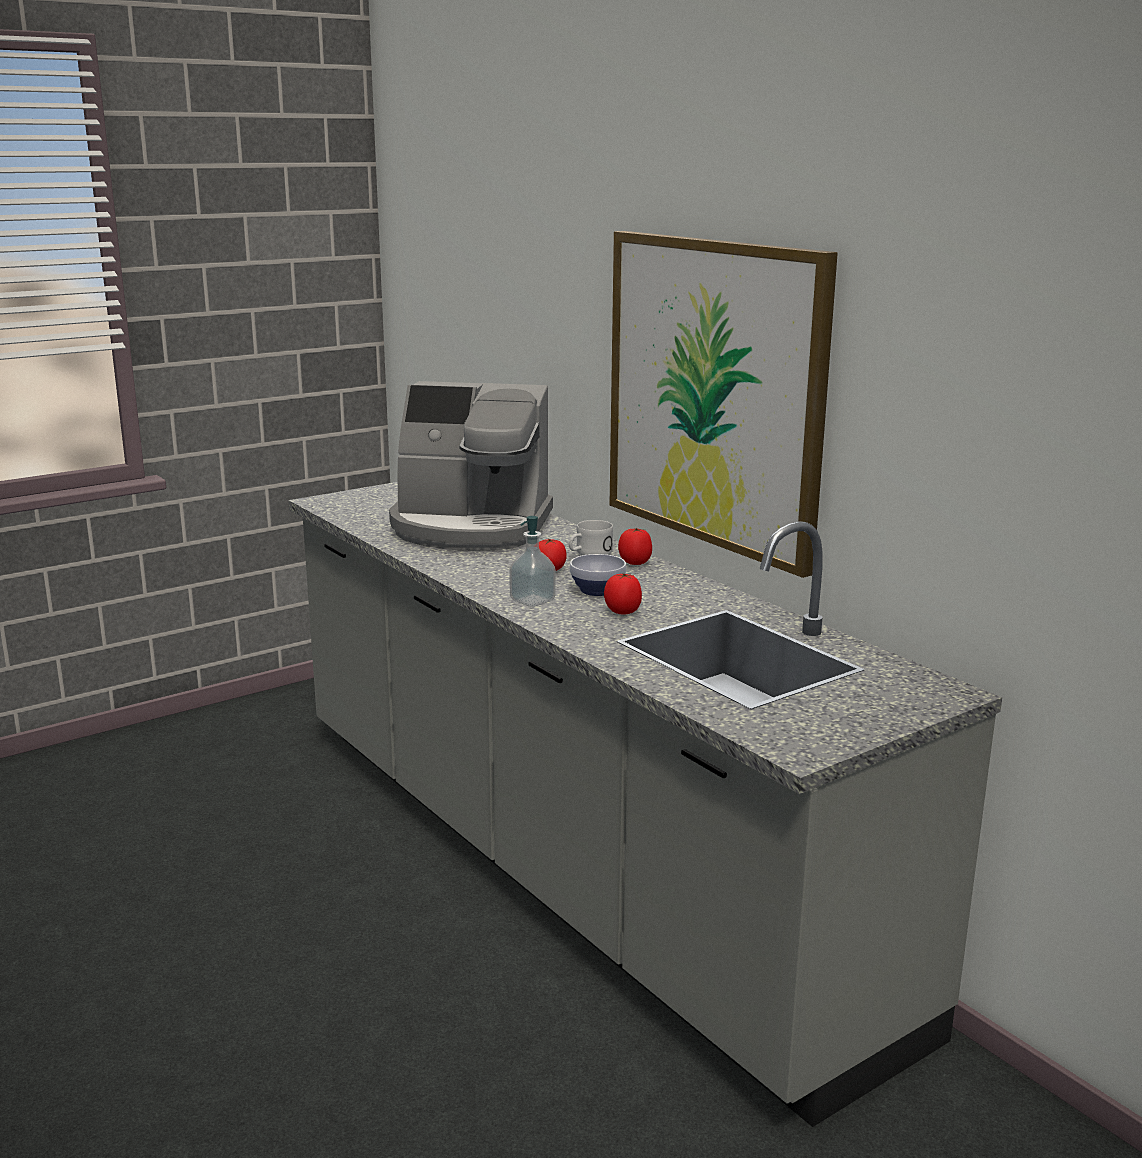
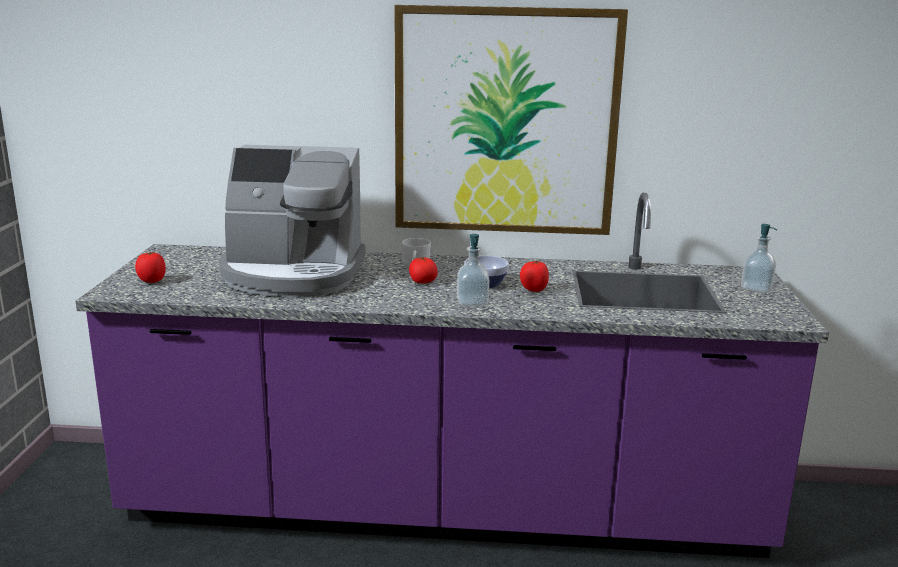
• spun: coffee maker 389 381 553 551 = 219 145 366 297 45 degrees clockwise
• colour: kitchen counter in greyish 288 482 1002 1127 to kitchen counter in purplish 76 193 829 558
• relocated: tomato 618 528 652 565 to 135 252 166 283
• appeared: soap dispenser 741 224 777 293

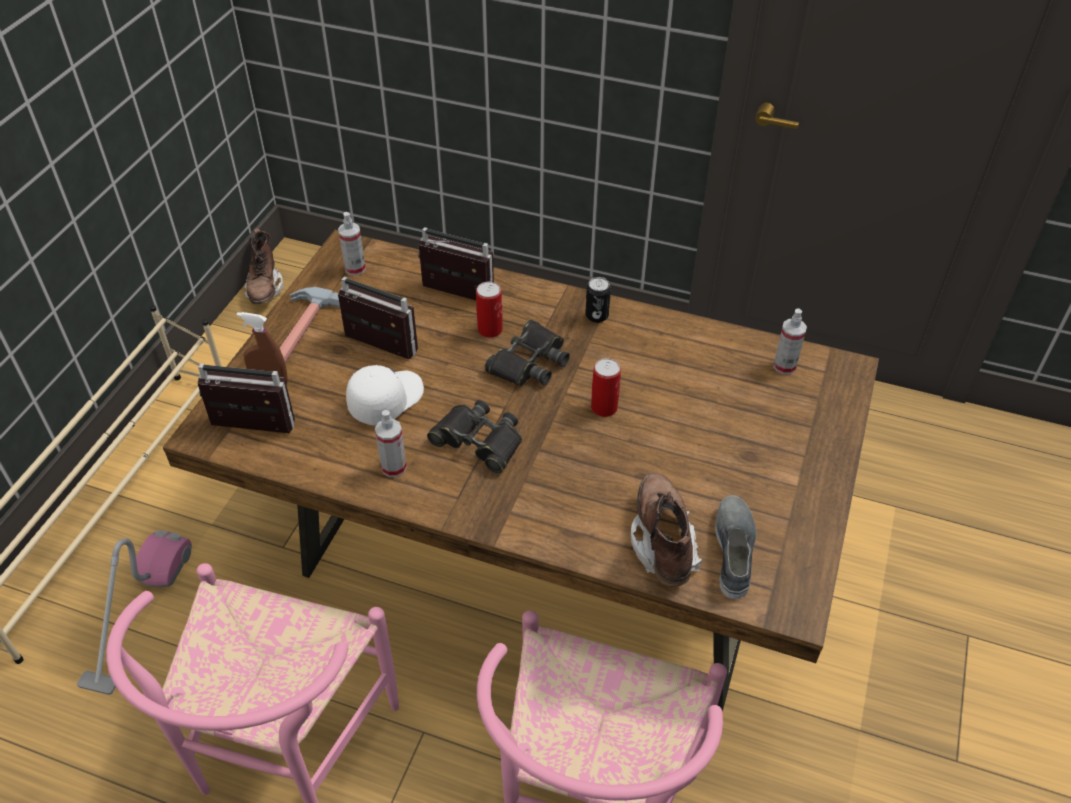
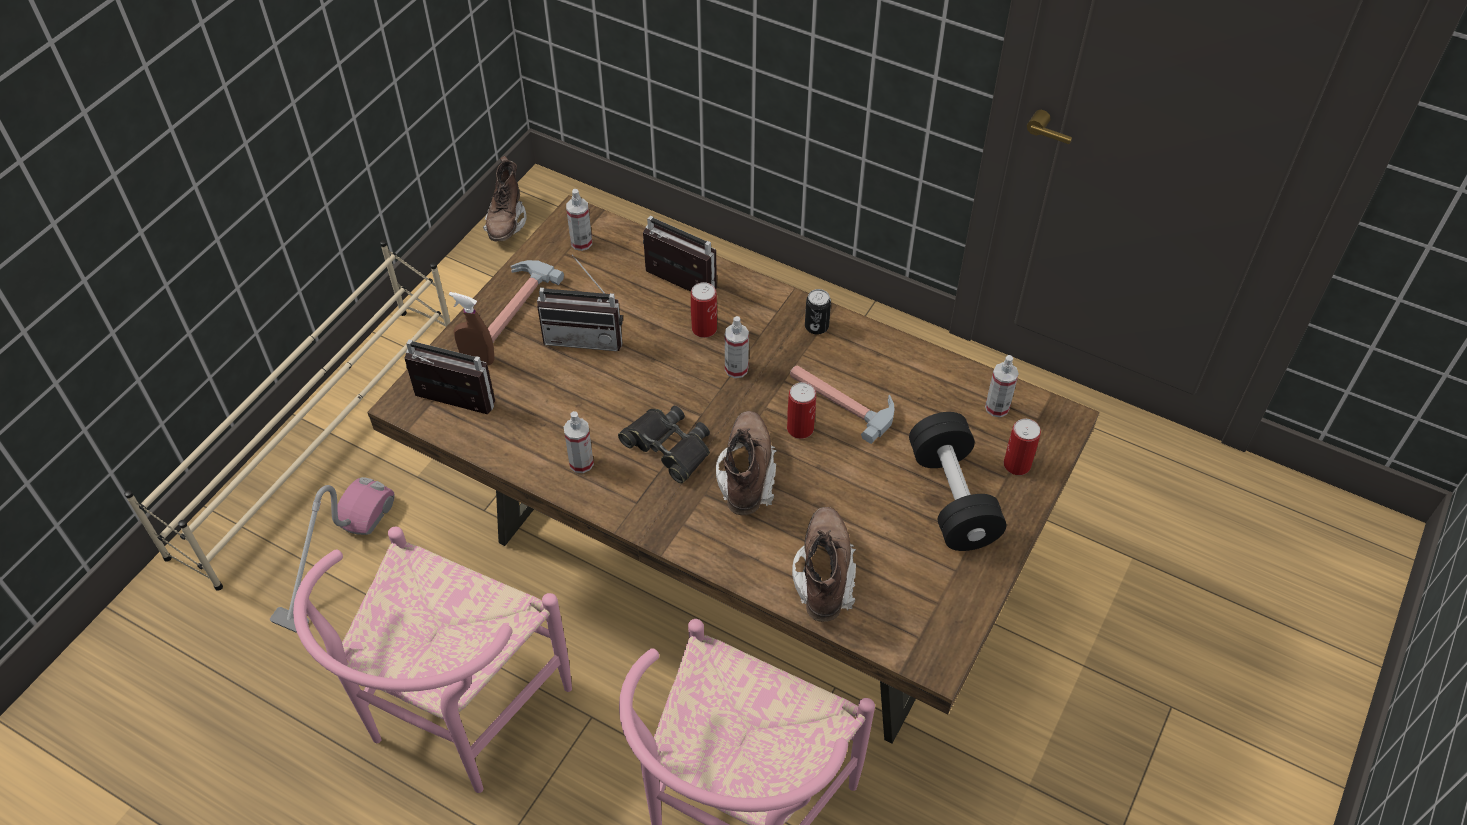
• spun: radio receiver 338 277 418 359 = 537 254 623 351 150 degrees clockwise
• exchanged: pair of binoculars in black 485 319 570 386 to sprayer 725 316 749 378
• missing: baseball cap in white 346 365 424 425
• missing: low shoe in greyish 715 495 757 599
• appeared: hammer 790 365 894 444
• appeared: tall boot in brownish 716 411 777 515
• appeared: free weight in black 909 412 1007 551
• appeared: can 1004 419 1041 475

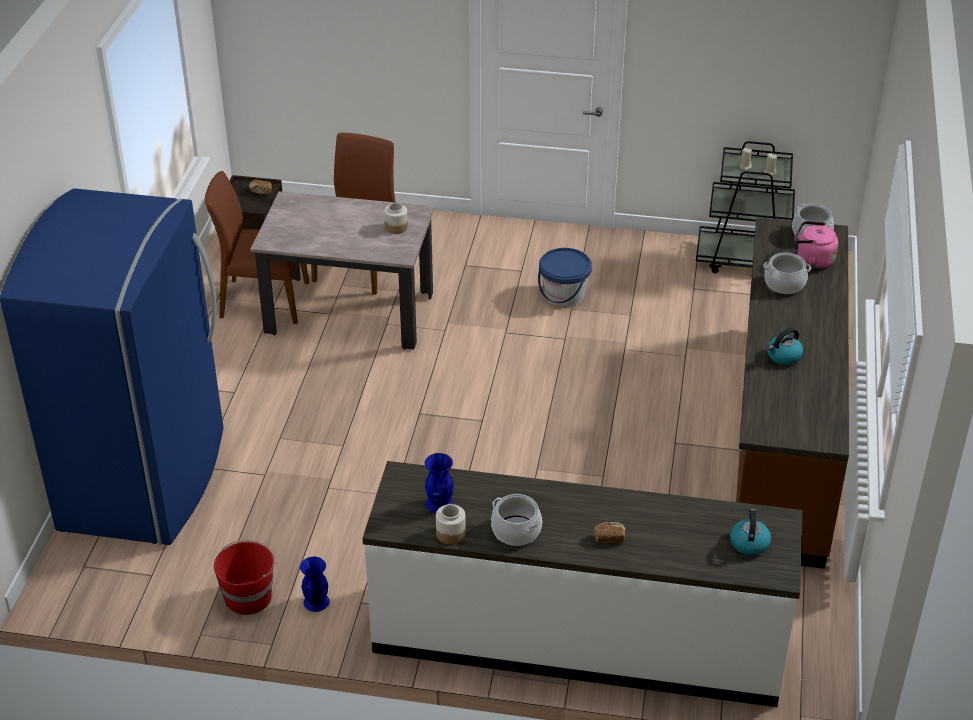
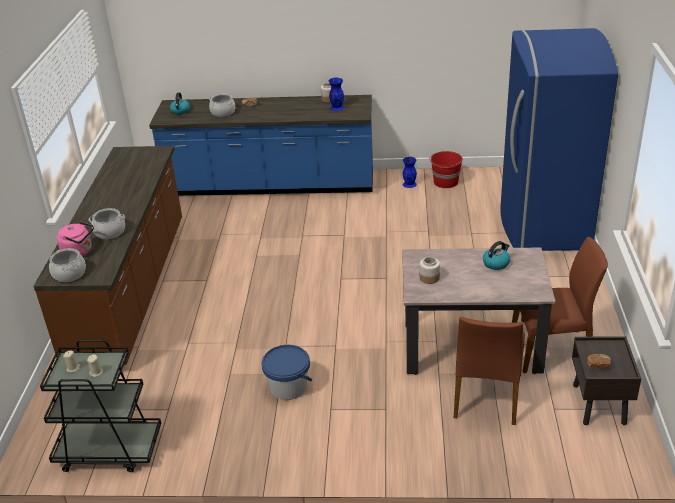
• relocated: water kettle 767 328 803 365 to 483 241 510 270
• colour: kitchen counter in white 362 461 802 707 to kitchen counter in blue-coloured 149 95 373 196
• relocated: stockpot 491 494 542 546 to 209 94 235 117

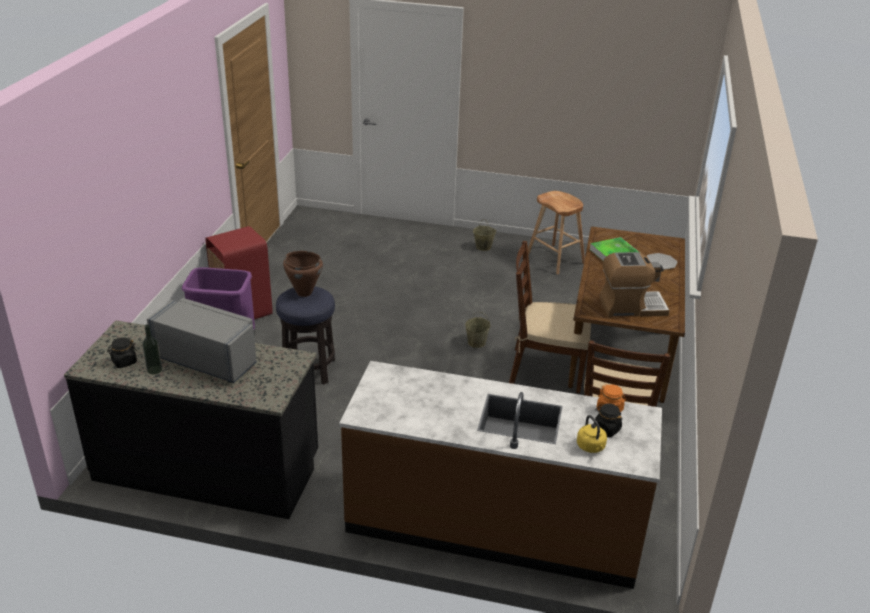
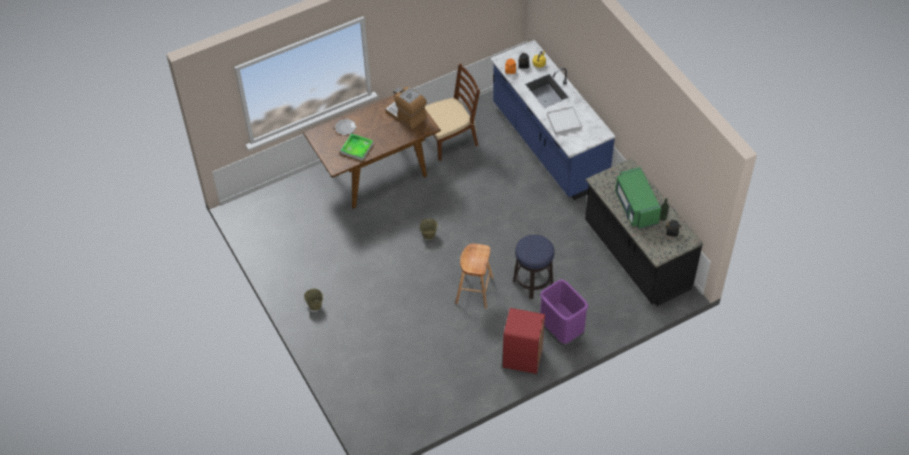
• relocated: stool in brownish 528 191 585 275 to 455 244 494 308
• missing: upright chair in brownish 509 241 591 393
• missing: stockpot in brownish 283 251 323 297
• colour: microwave oven in greyish 147 298 257 383 to microwave oven in greenish 615 167 661 229
• colour: kitchen counter in brownish 339 361 662 589 to kitchen counter in blue-coloured 490 40 615 200
• appeared: carrying tray in white 547 106 582 135

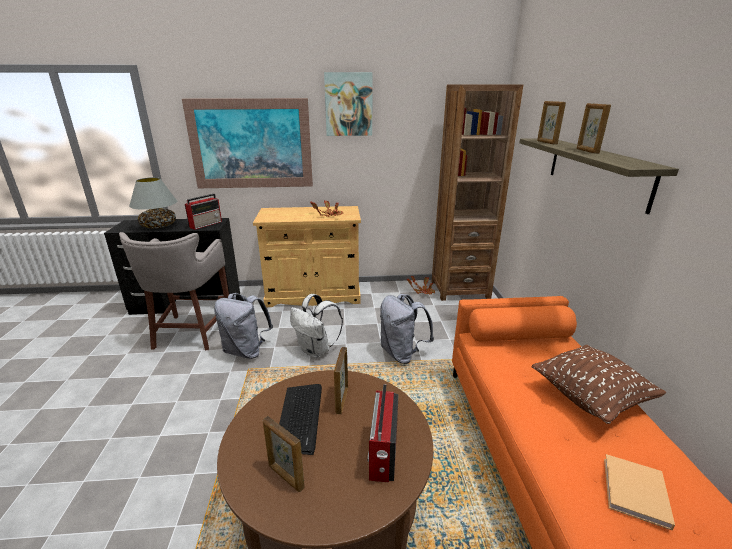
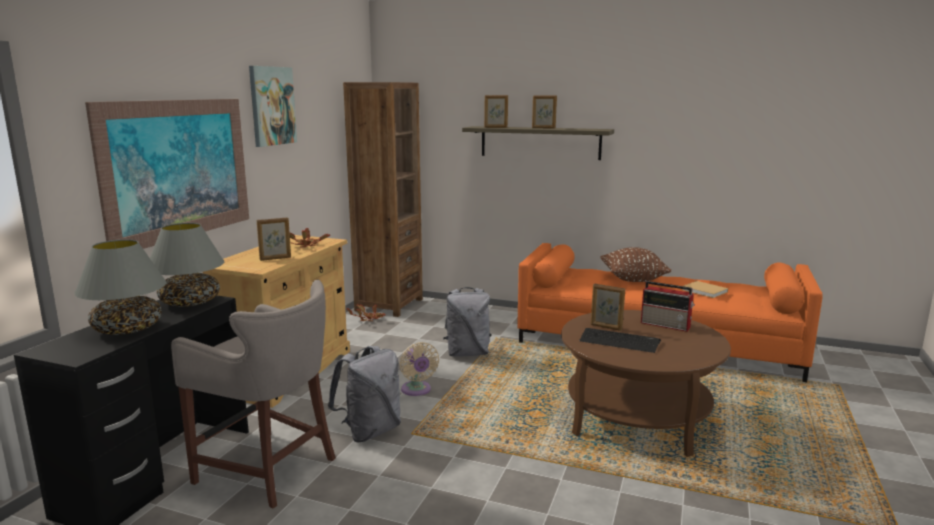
• exchanged: radio receiver 185 194 222 230 to table lamp in greyish 150 223 224 307
• exchanged: knapsack in white 290 294 343 358 to cooling fan in beige-coloured 400 342 439 396
• relocated: standing frame 263 416 305 492 to 257 217 291 261

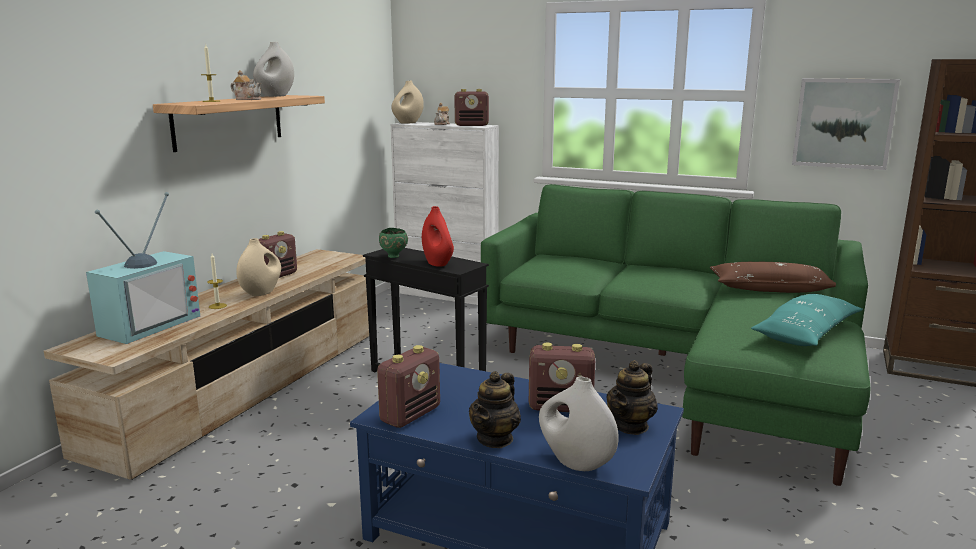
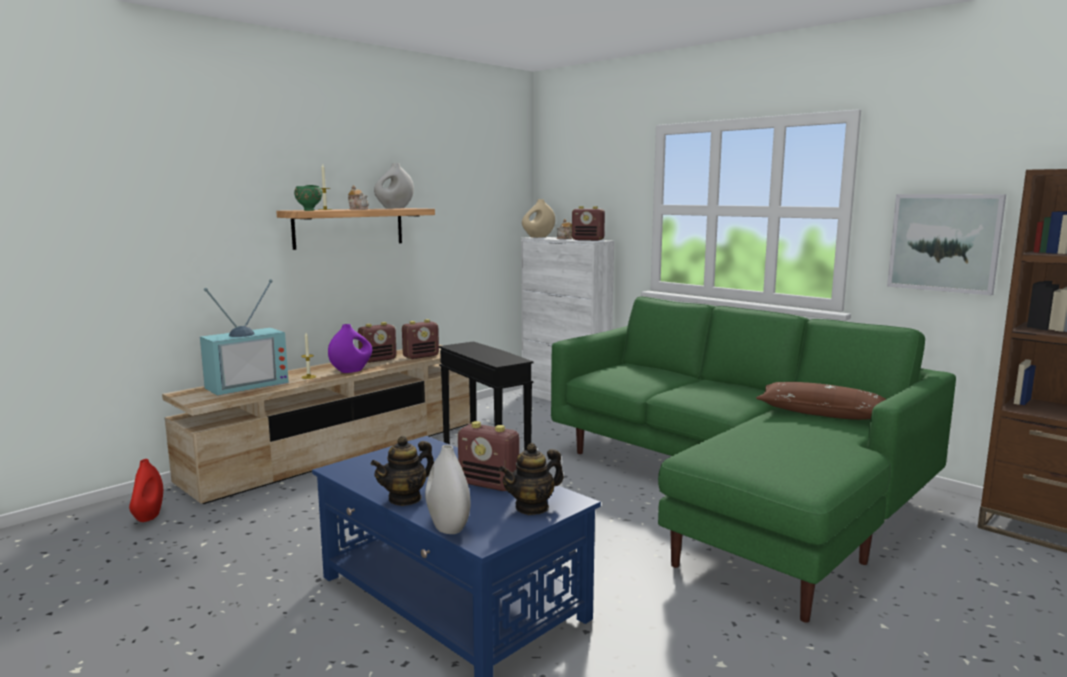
• relocated: decorative vase in red-coloured 422 206 454 267 to 129 459 163 522
• relocated: serving bowl in greenish 379 228 408 258 to 294 185 322 211
• colour: decorative vase in beige-coloured 236 238 281 296 to decorative vase in purplish 328 324 372 373
• missing: throw pillow in turquoise 751 294 863 346
• relocated: radio receiver 377 345 440 428 to 402 319 439 359

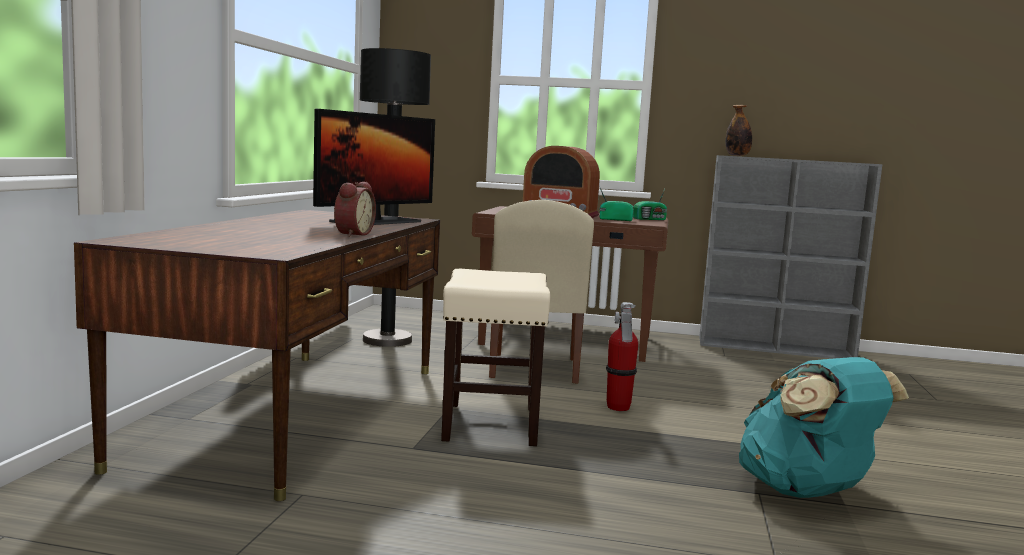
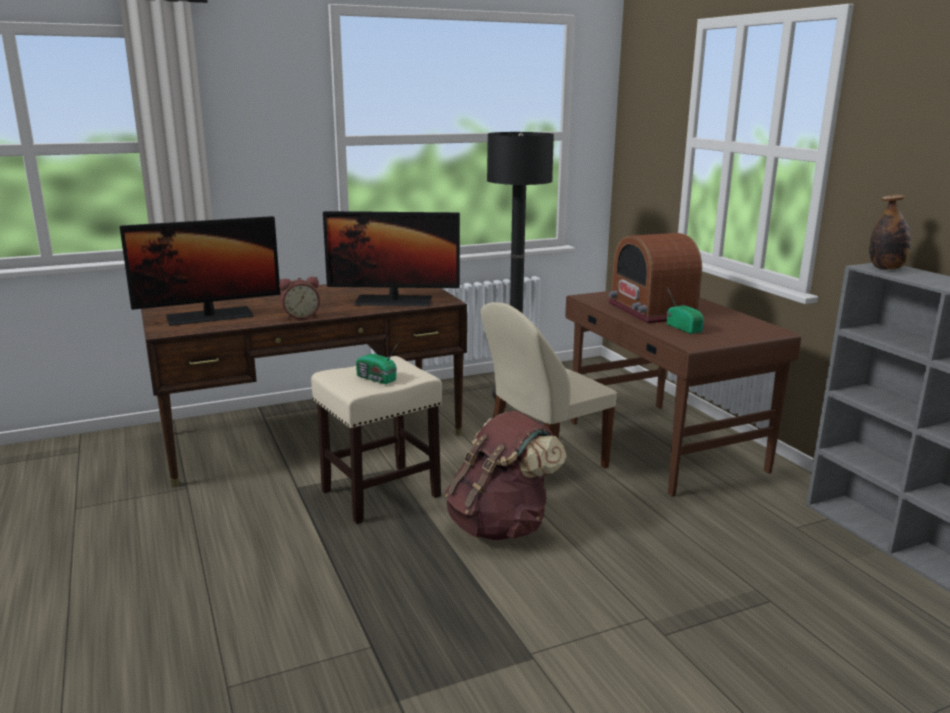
• relocated: radio receiver 633 189 667 220 to 356 343 398 384
• exchanged: extinguisher 606 302 638 411 to knapsack in brownish 444 411 567 540
• missing: knapsack in turquoise 739 357 909 498
• appeared: computer screen 120 216 280 326

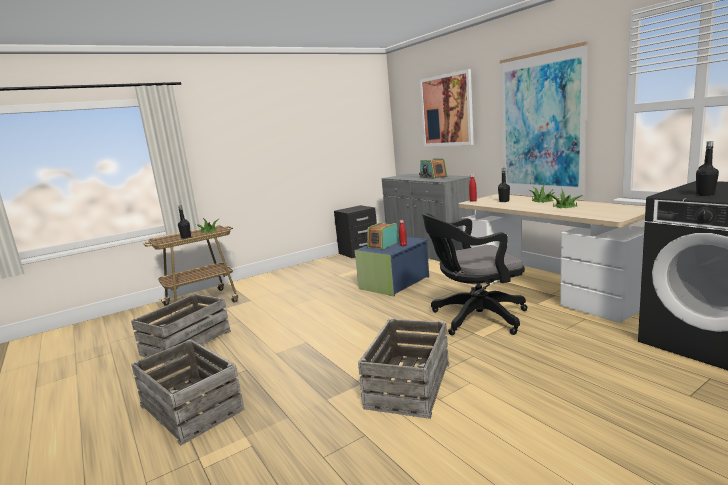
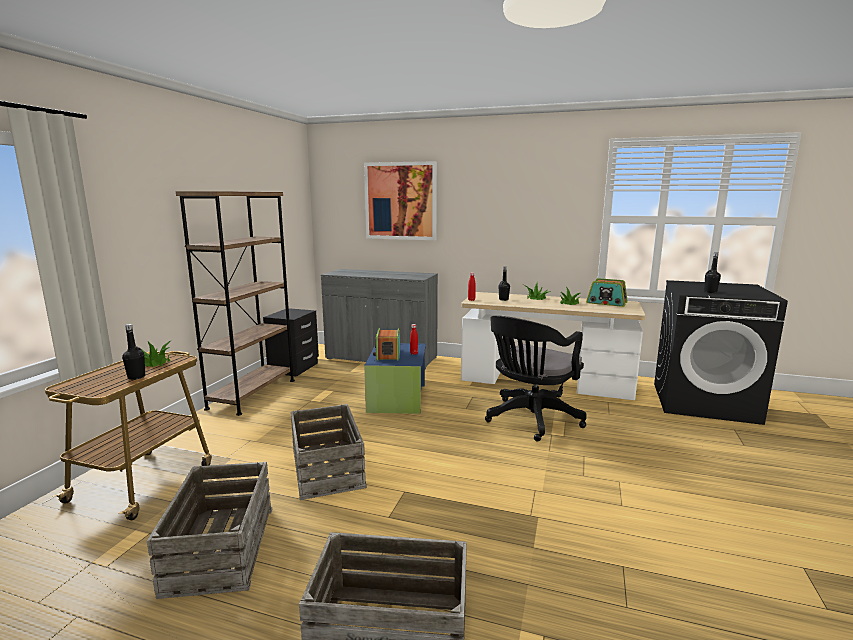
• missing: picture 500 41 588 201
• relocated: radio receiver 419 158 447 179 to 586 278 628 307
• relocated: packing crate 358 318 450 419 to 291 404 367 500
• appeared: bookshelf in brownish 176 191 295 416

